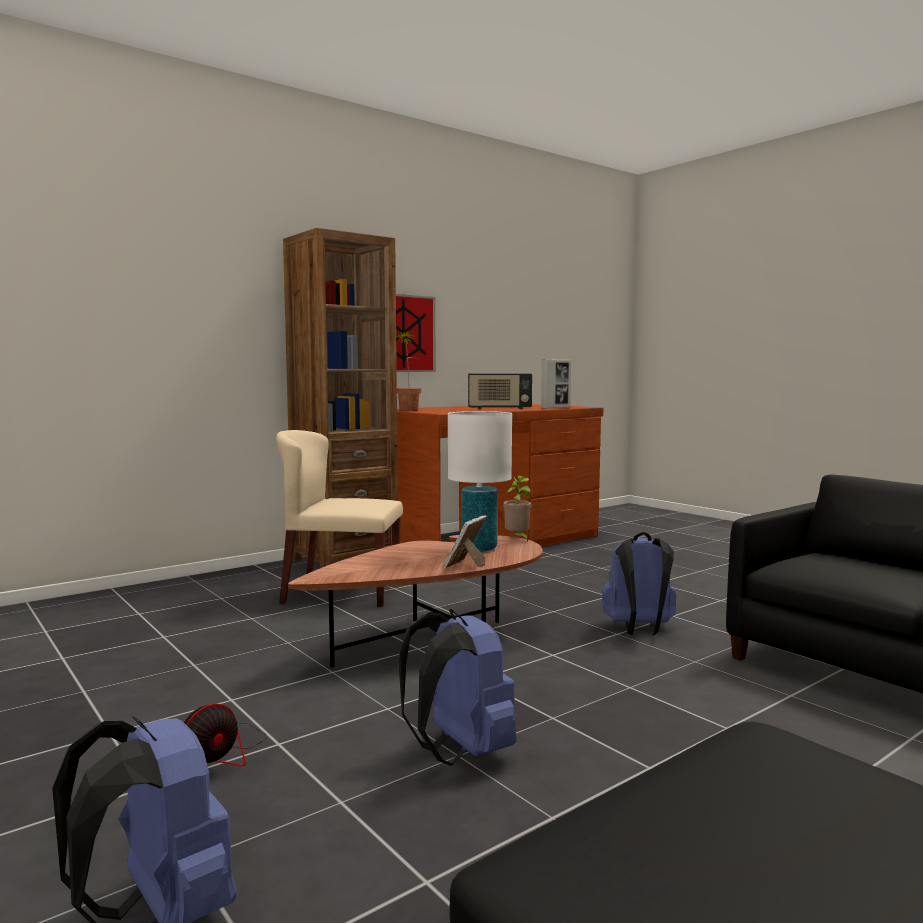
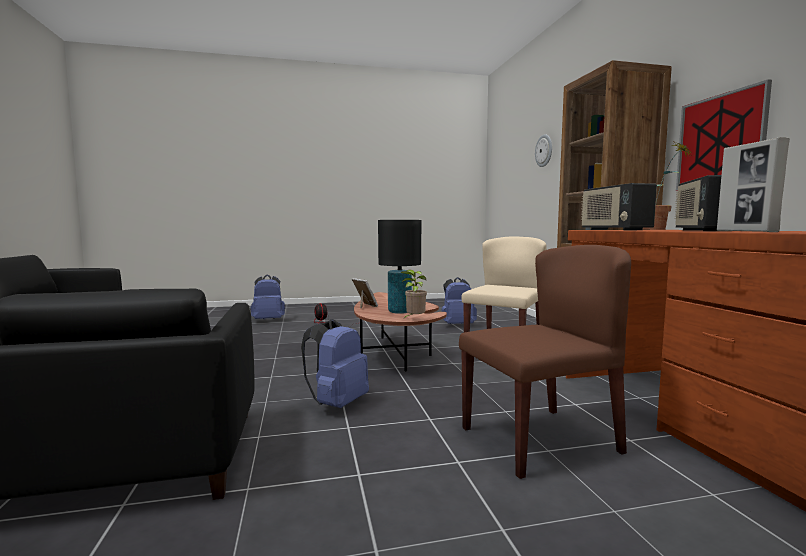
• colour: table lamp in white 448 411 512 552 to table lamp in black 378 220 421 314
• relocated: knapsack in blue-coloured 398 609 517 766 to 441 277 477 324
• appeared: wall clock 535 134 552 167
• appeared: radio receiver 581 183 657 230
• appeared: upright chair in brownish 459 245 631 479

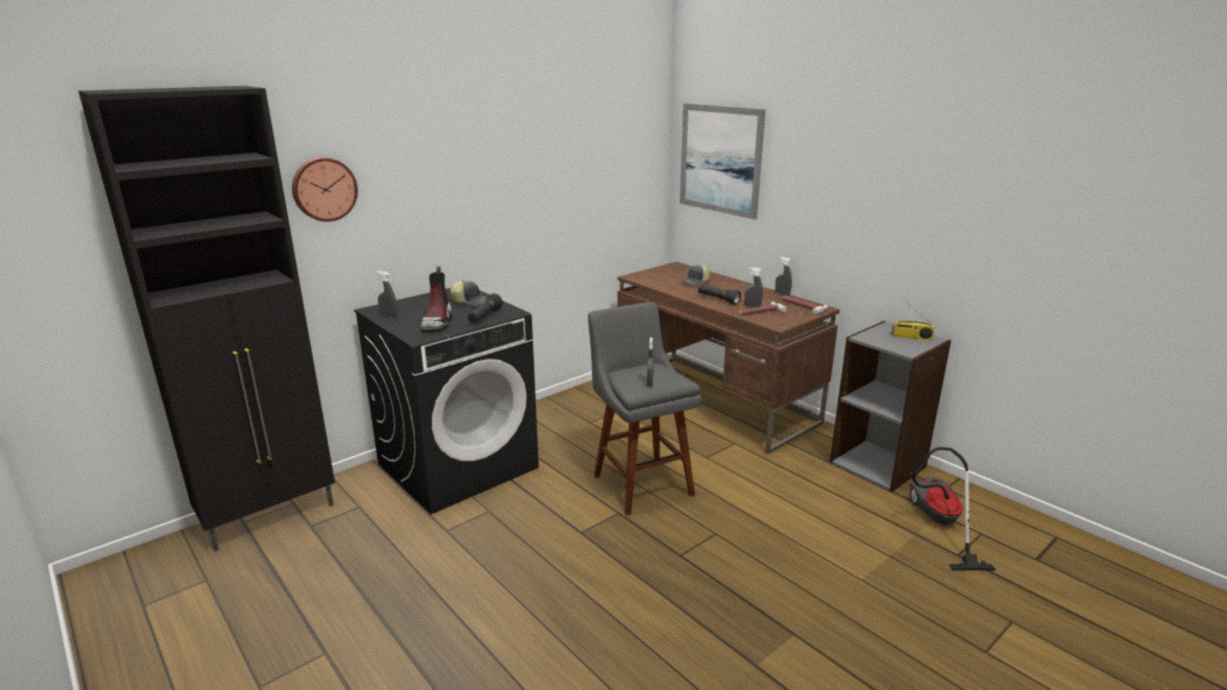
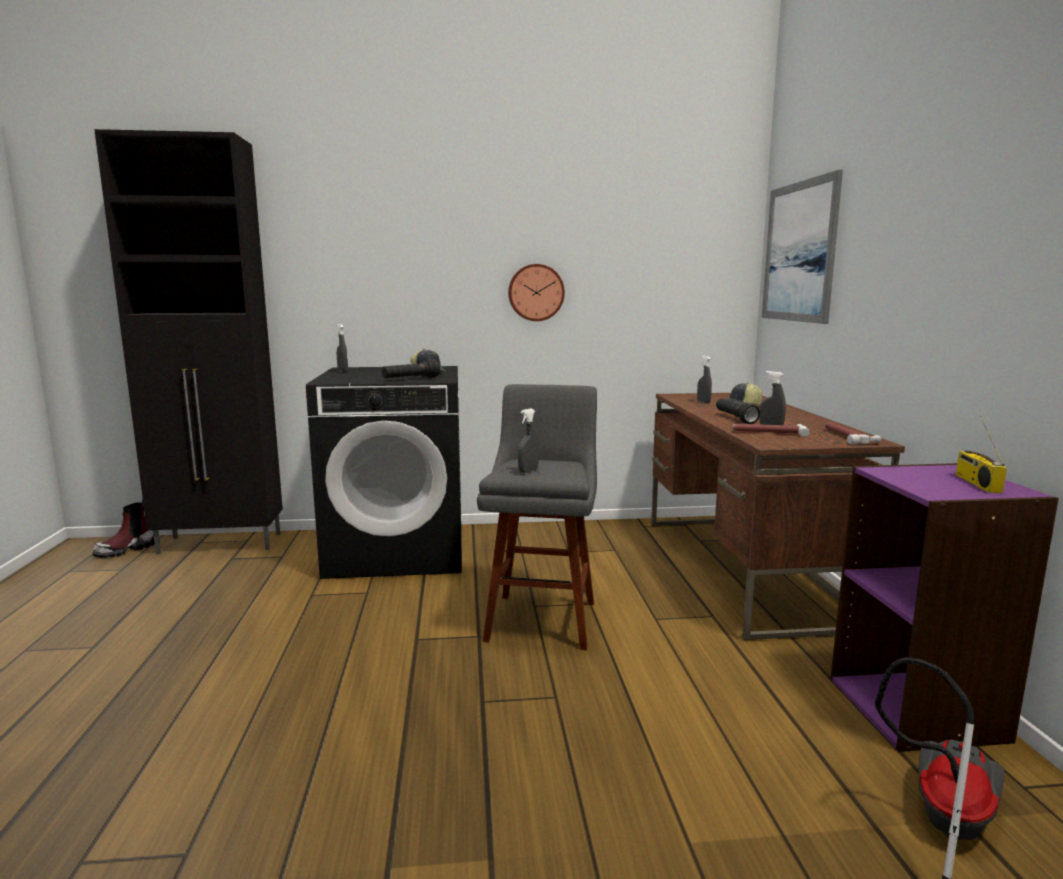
• relocated: wall clock 292 157 358 222 to 508 264 565 321
• relocated: sprayer in greyish 775 257 792 296 to 697 355 712 404
• relocated: tall boot 421 266 453 332 to 92 499 155 558
• spun: radio receiver 891 301 935 340 = 956 416 1007 493 45 degrees clockwise
• colour: bookshelf in greyish 830 321 951 492 to bookshelf in purplish 830 463 1059 752

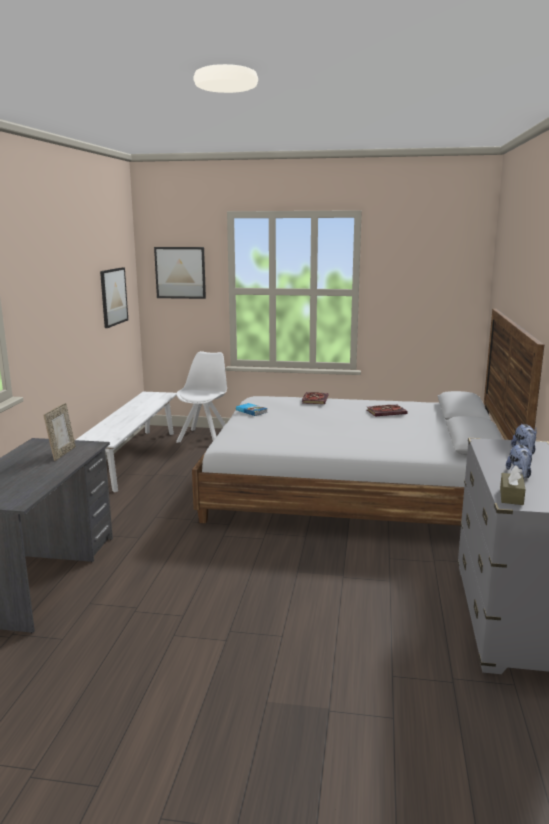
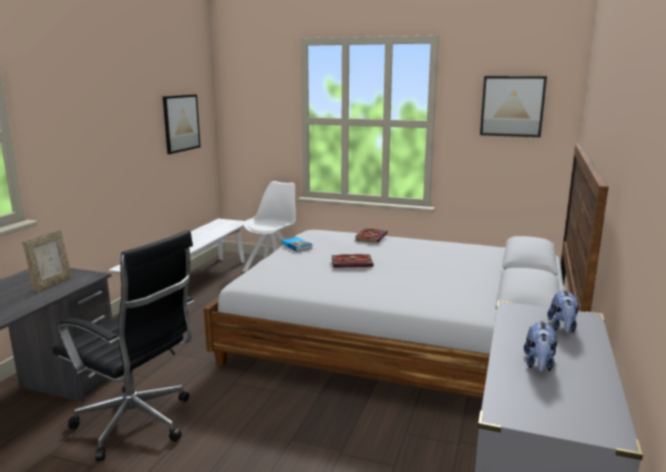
• relocated: picture 154 247 206 299 to 480 76 547 137
• relocated: volume 367 405 408 416 to 332 254 373 268
• missing: tissue box in brownish 500 465 526 505
• appeared: computer chair in black 52 230 194 461

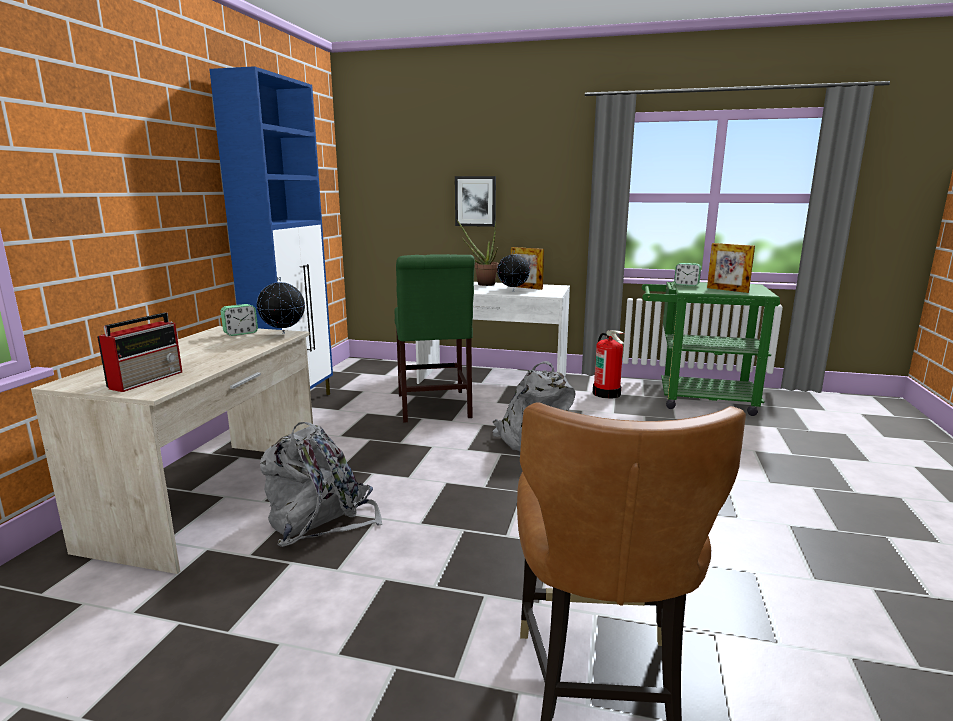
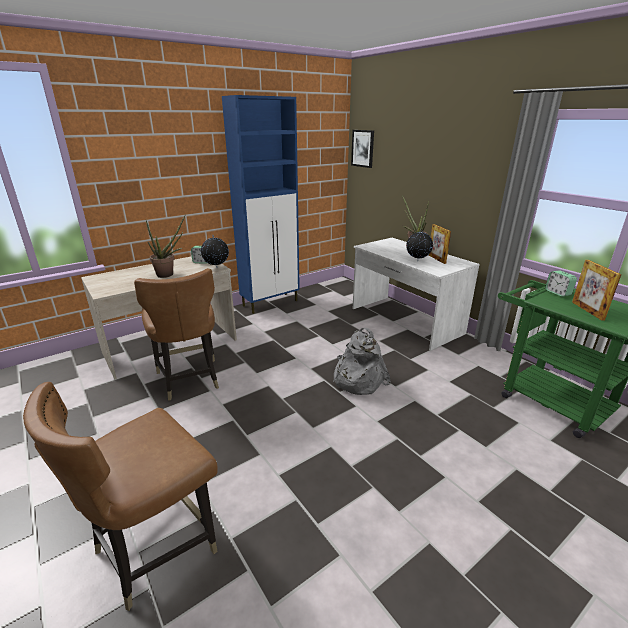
• relocated: picture 455 176 496 227 to 351 130 374 168
• missing: upright chair in greenish 394 254 475 423
• missing: radio receiver 97 313 182 392
• missing: extinguisher 593 330 625 399
• exchanged: knapsack in greyish 260 422 383 546 to upright chair in brownish 134 268 219 400
• appeared: plant in a pot 146 214 186 278

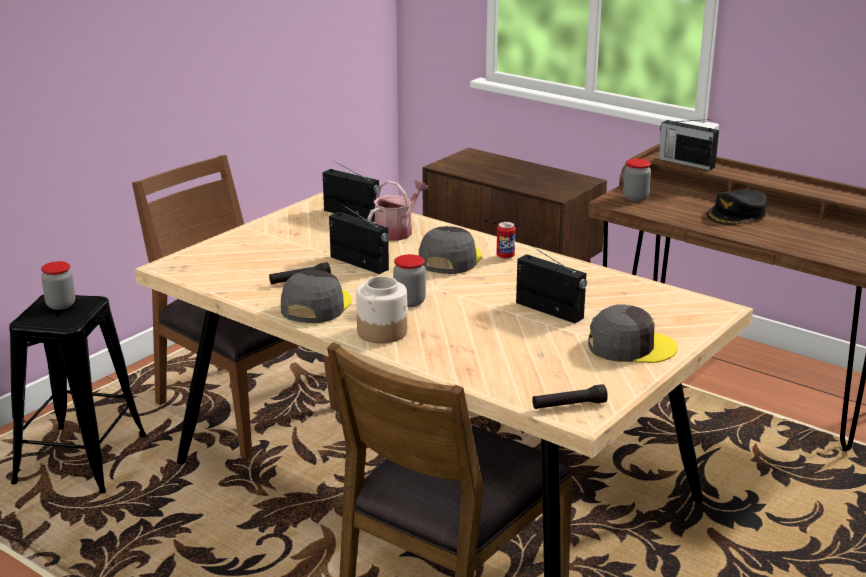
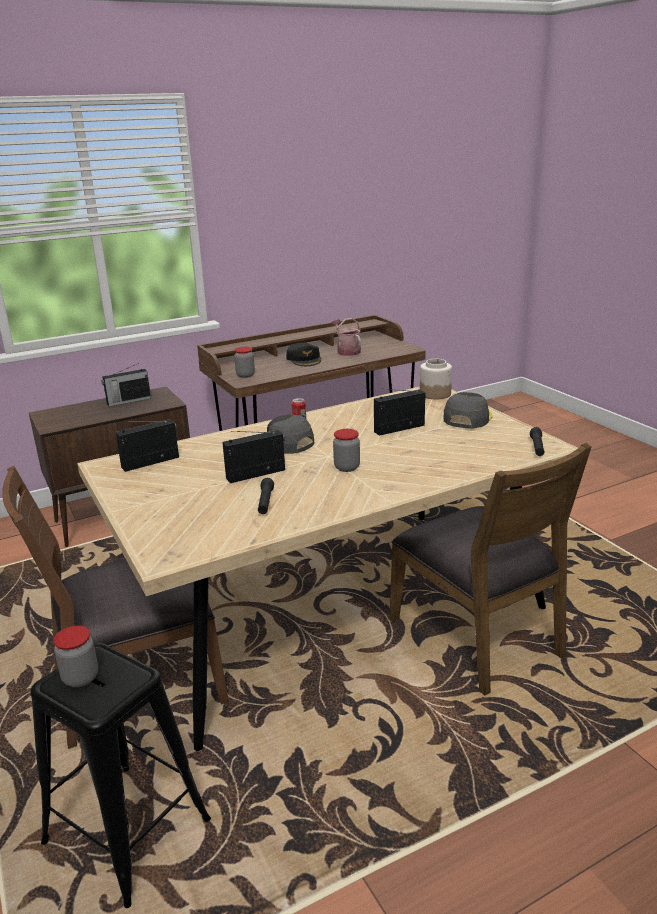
• relocated: radio receiver 659 119 719 170 to 101 363 151 407
• relocated: watering can 367 180 428 241 to 331 318 361 356
• missing: baseball cap in greyish 281 270 352 323
• relocated: preserve jar 356 276 407 344 to 420 359 452 399

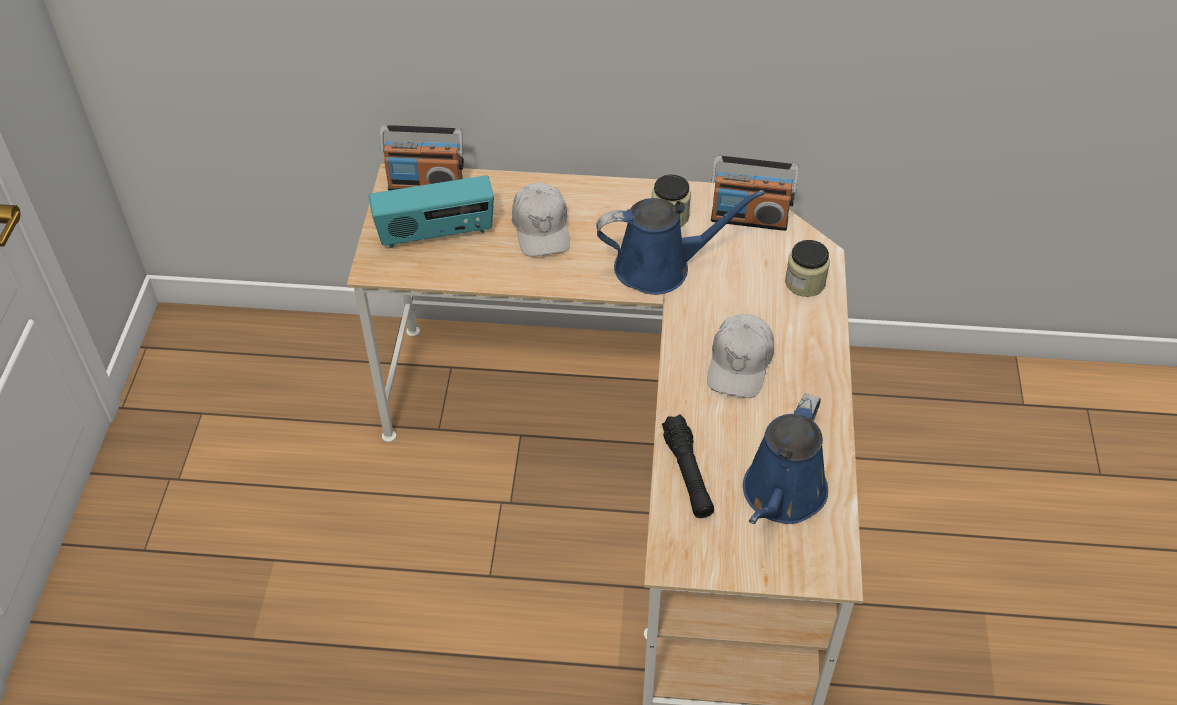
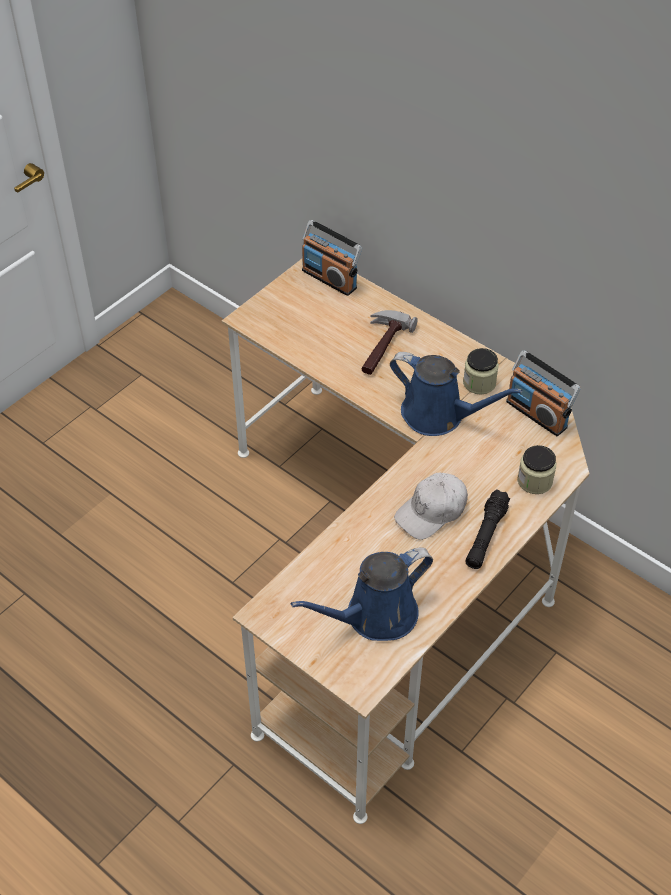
• missing: radio receiver 369 175 494 248
• exchanged: baseball cap in white 512 183 570 257 to hammer 362 310 418 375
• relocated: flashlight in black 662 414 714 518 to 465 489 510 569

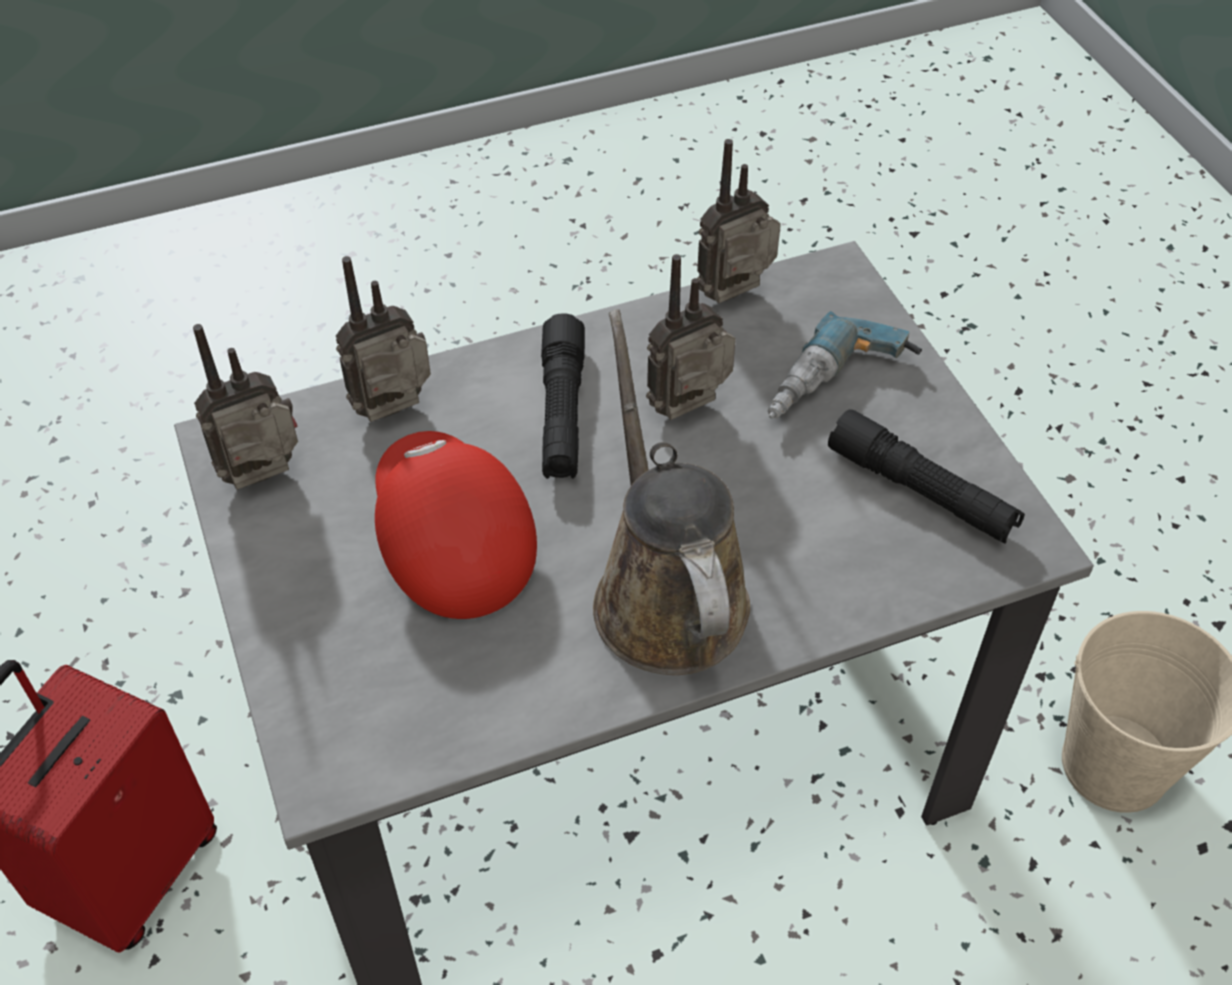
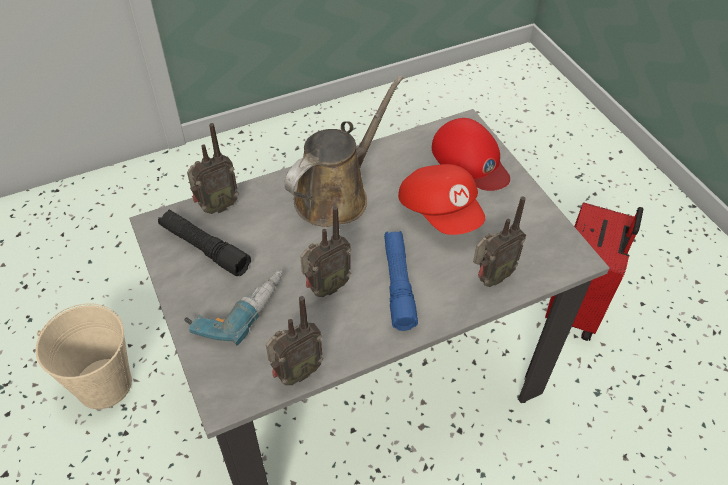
• spun: watering can in brownish 593 309 750 675 = 284 75 403 227 120 degrees counterclockwise
• colour: flashlight in black 541 313 585 479 to flashlight in blue-coloured 384 231 418 331
• relocated: radio receiver 193 324 298 490 to 187 123 239 214
• appeared: baseball cap in red-coloured 432 118 510 191

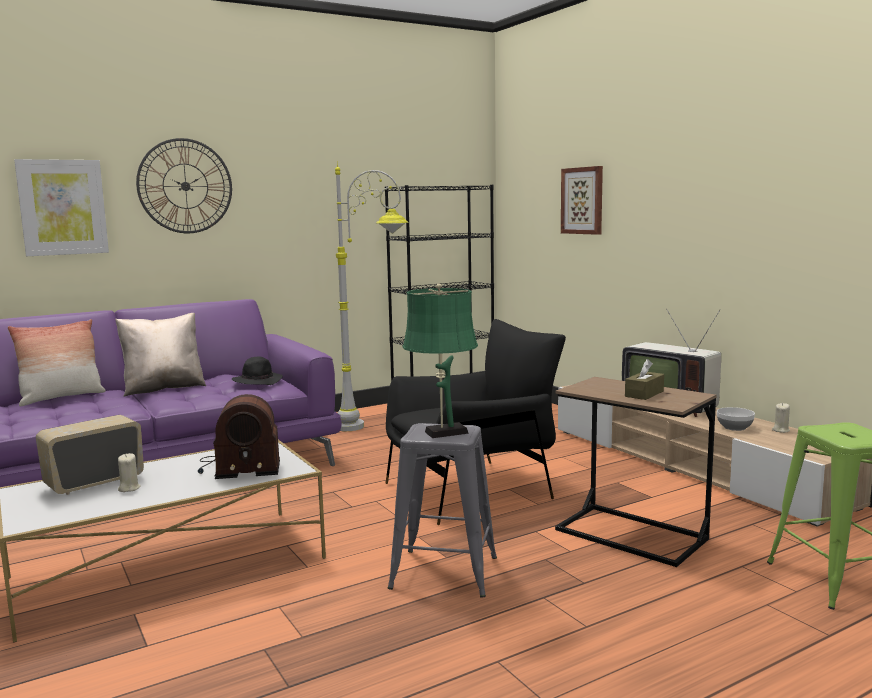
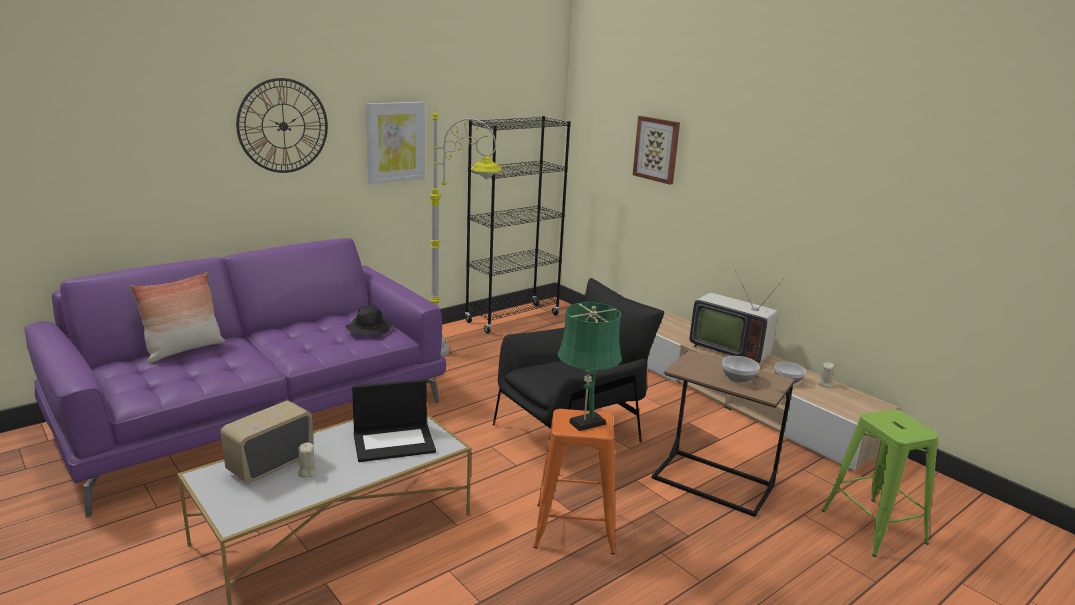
• relocated: picture 14 159 109 256 to 366 102 425 184
• missing: throw pillow in beige-coloured 115 313 206 397
• exchanged: tissue box in brownish 625 359 664 400 to serving bowl 722 356 759 383
• exchanged: radio receiver 198 394 280 479 to notebook computer 352 379 436 462
• colour: stool in greyish 388 423 497 597 to stool in orangey 533 409 615 555

